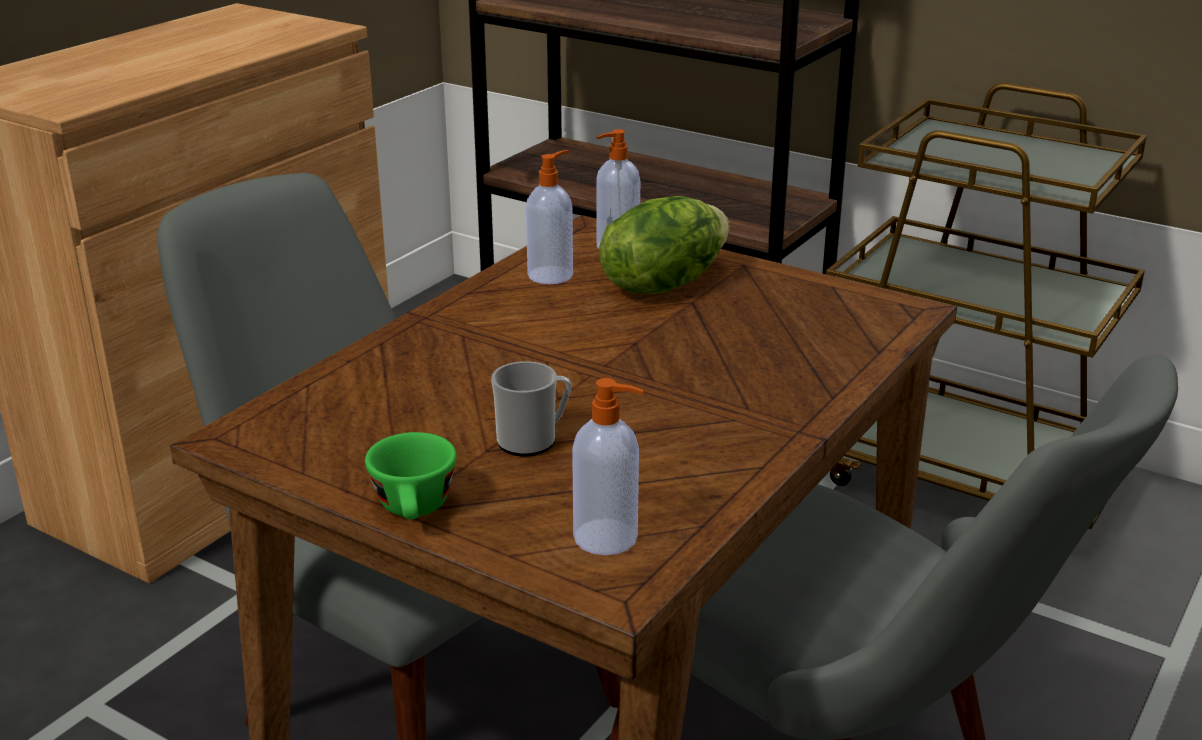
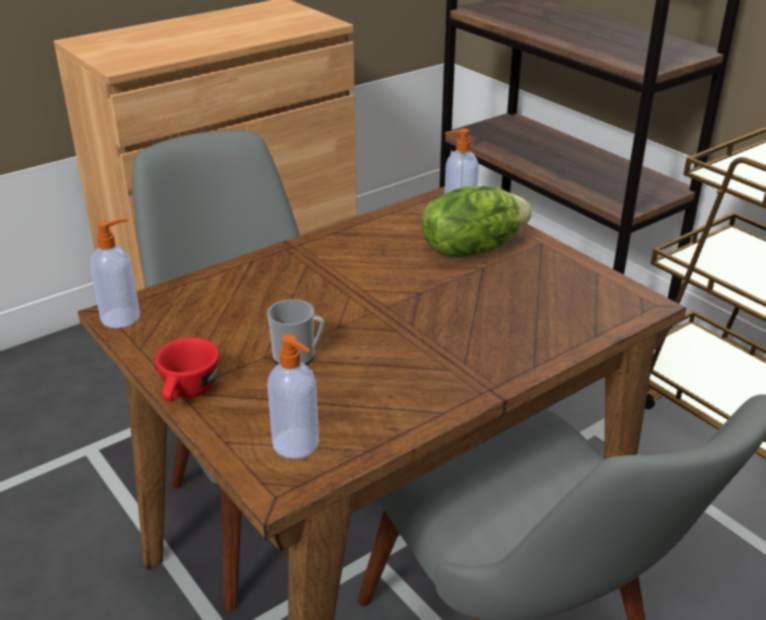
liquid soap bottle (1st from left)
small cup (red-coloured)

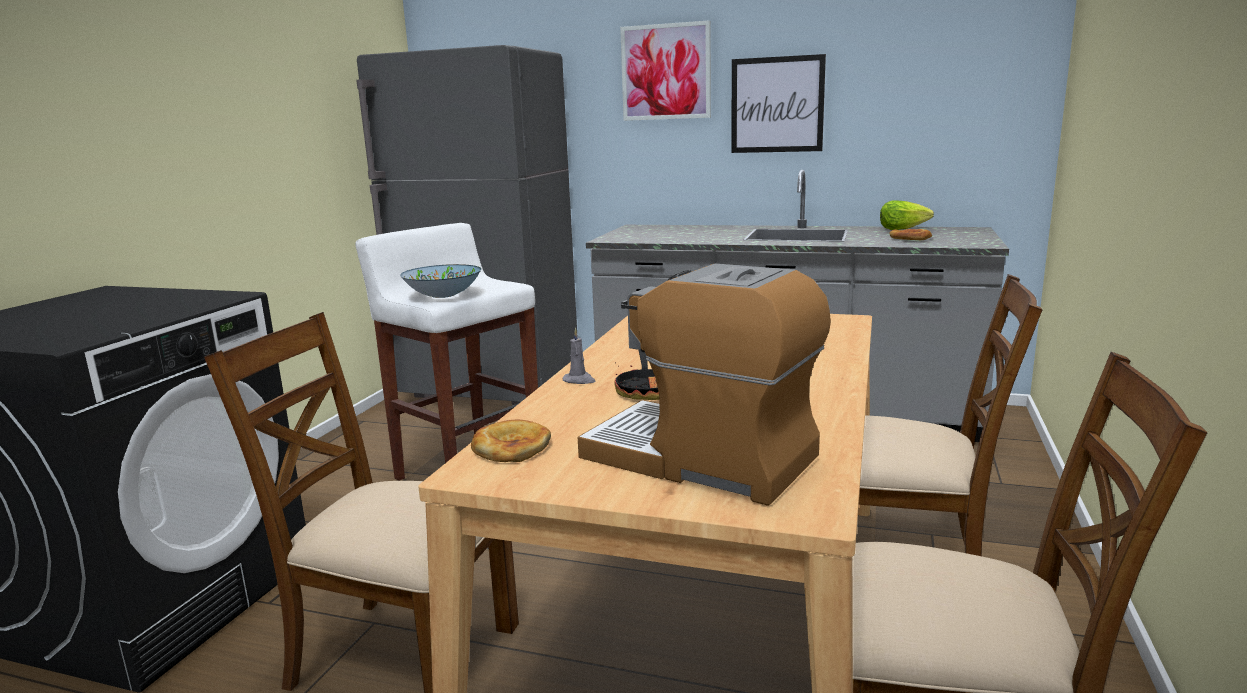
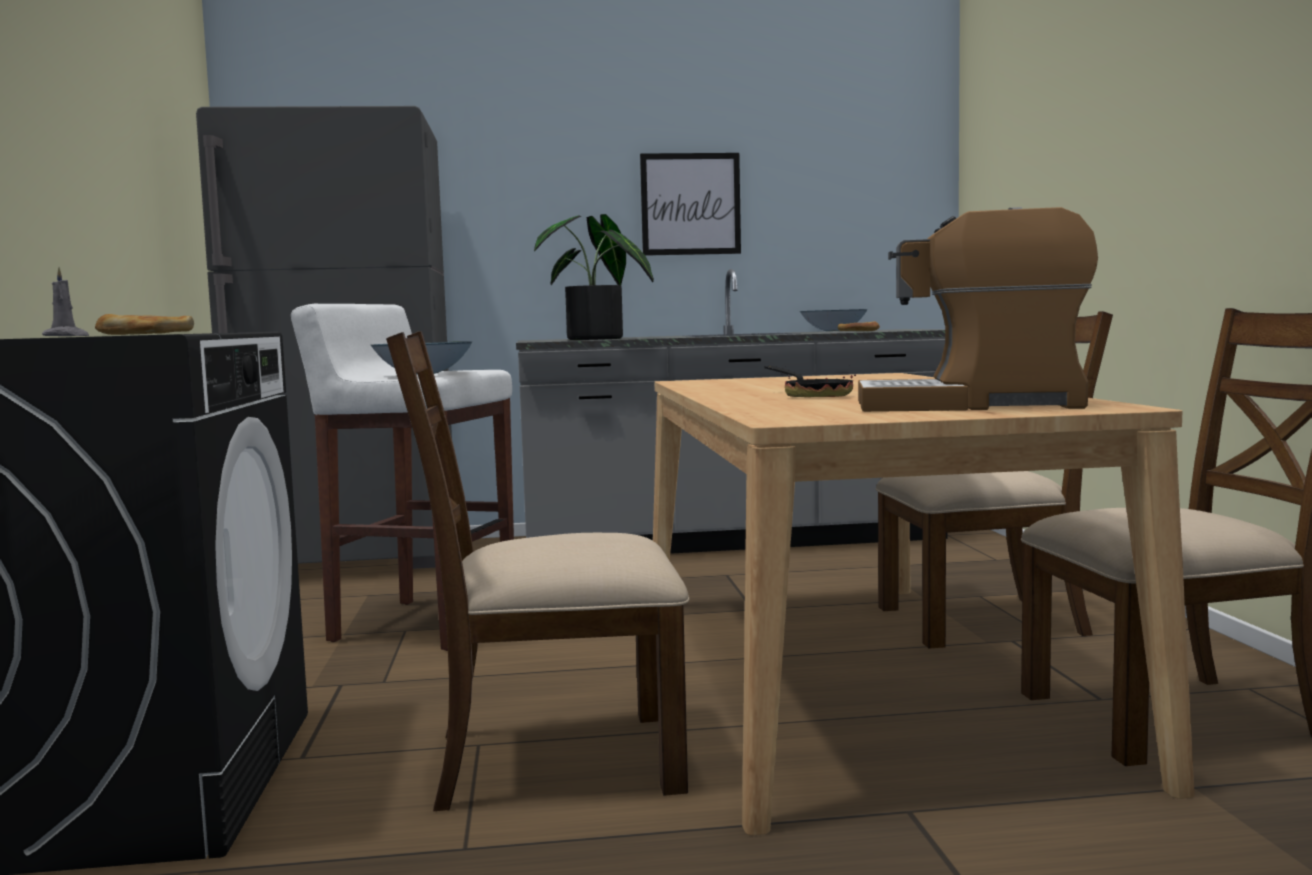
picture (1st from left in the first image)
houseplant
baked bread (1st from left)
wax candle (greyish)
serving bowl (2nd from left)

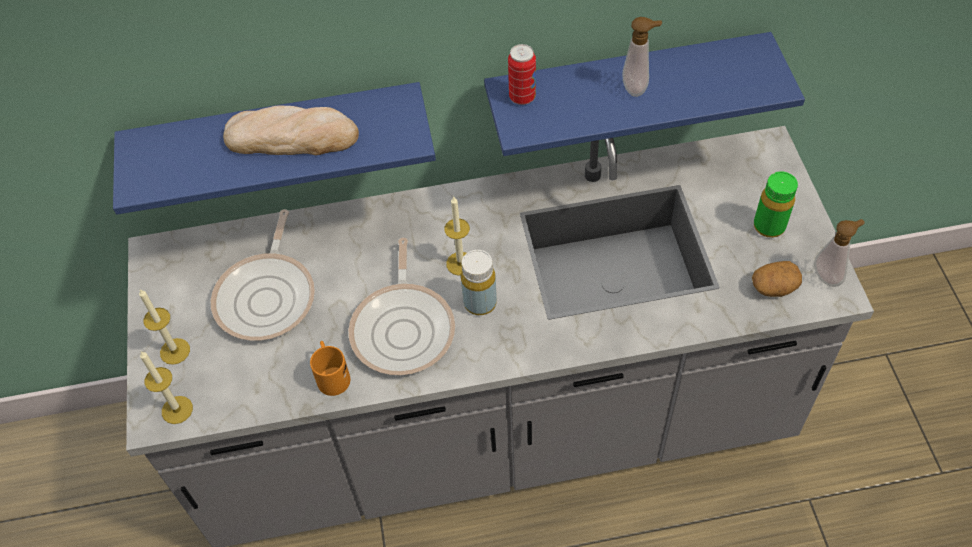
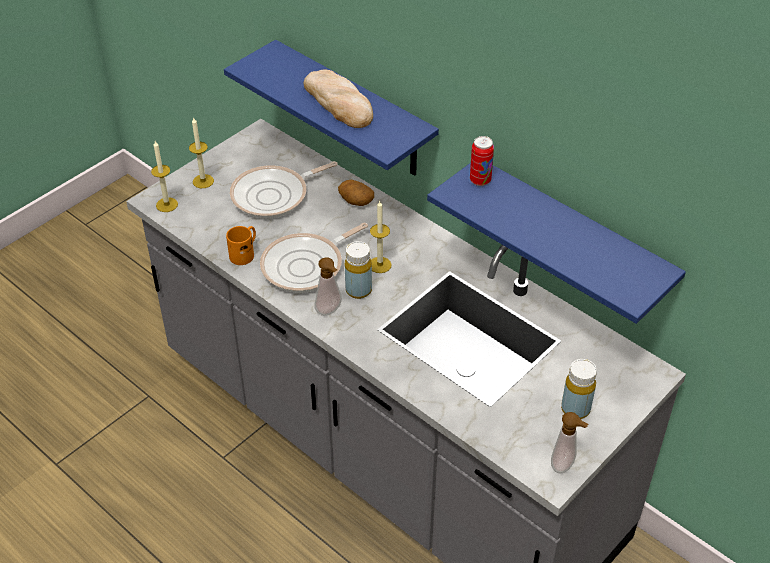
liquid soap bottle (1st from left)
whole potato
bottle (yellow-coloured) (2nd from left)

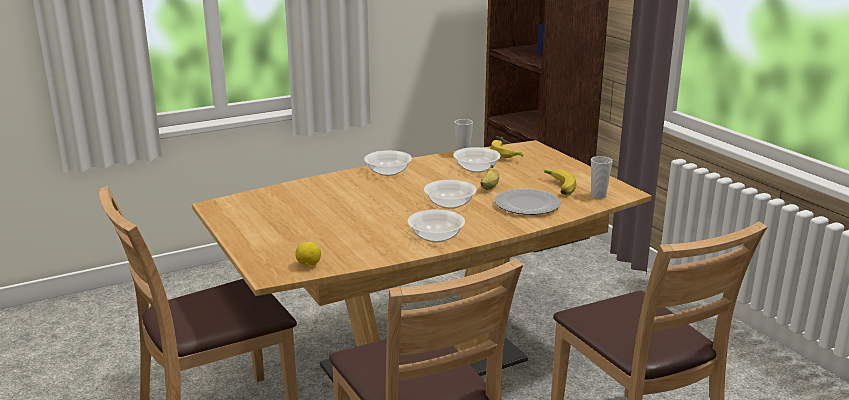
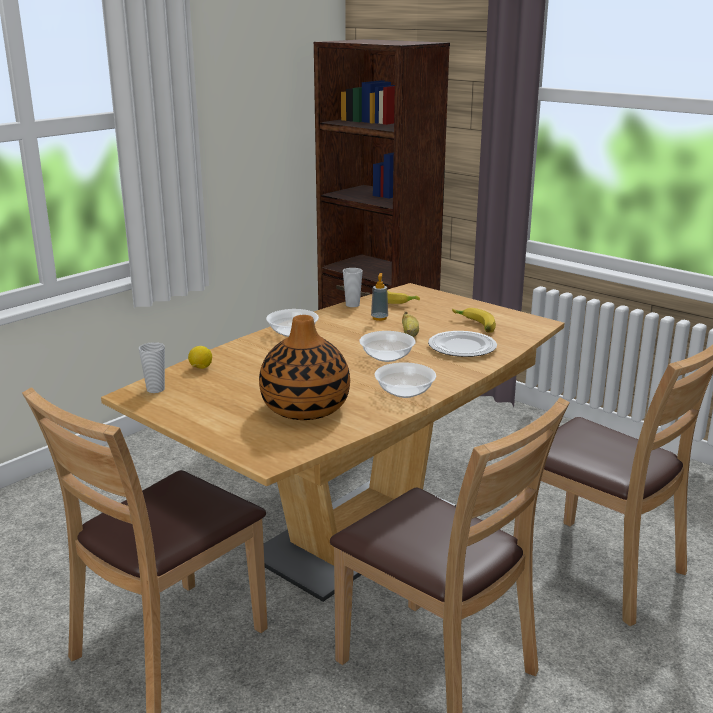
vase
whole lemon
small cup (1st from left)
liquid soap bottle

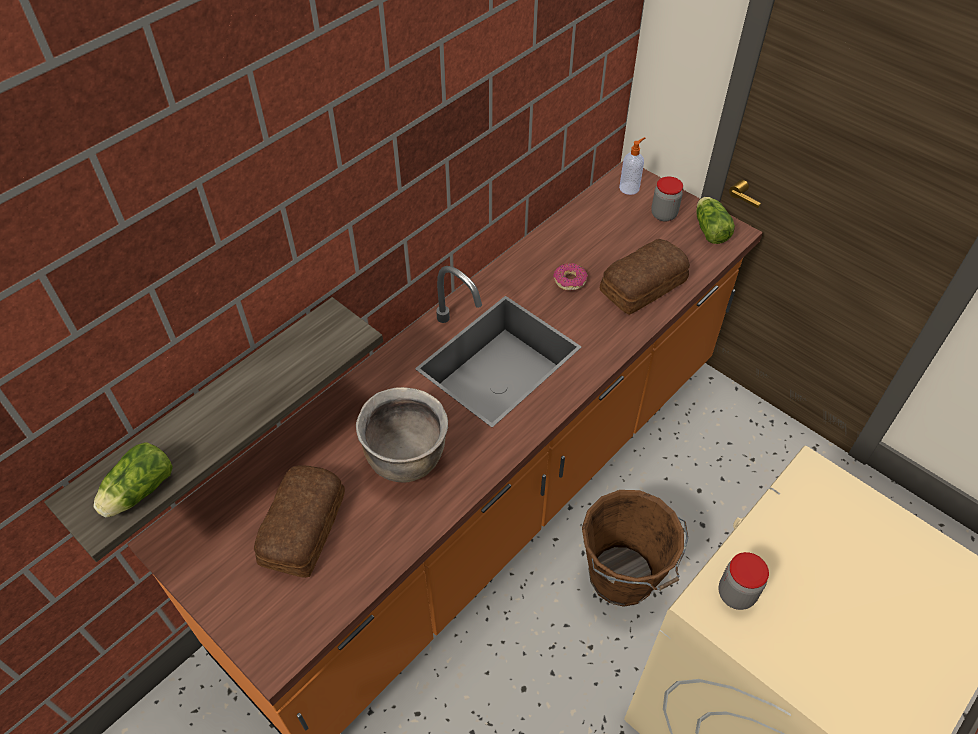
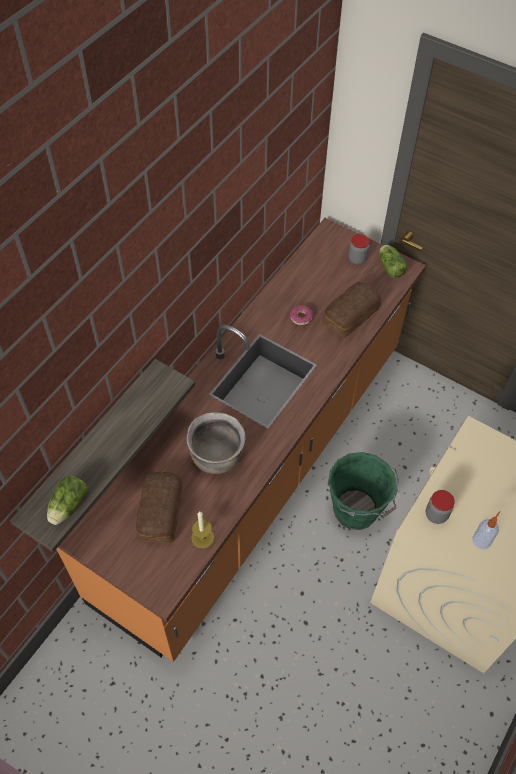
wax candle
liquid soap bottle
bucket (green)

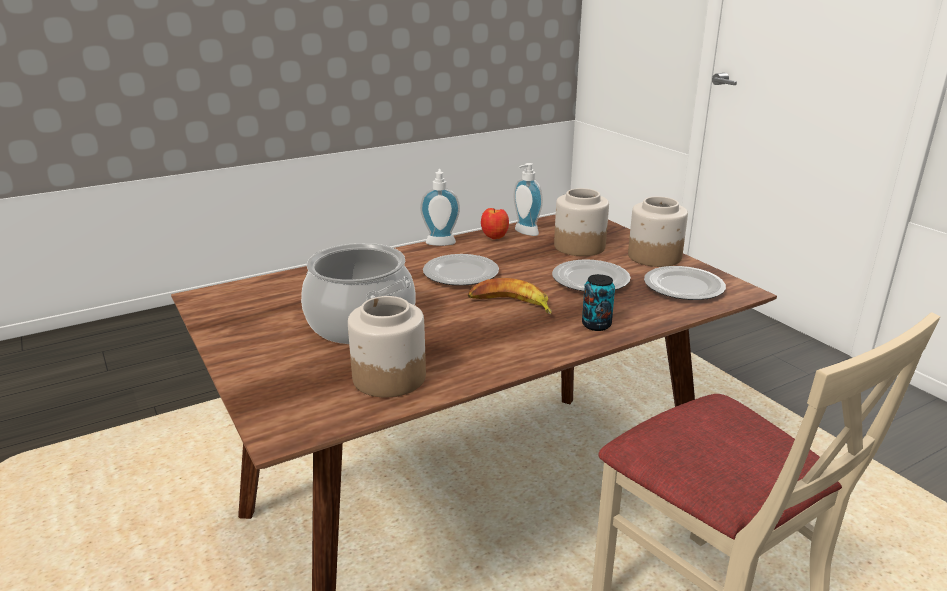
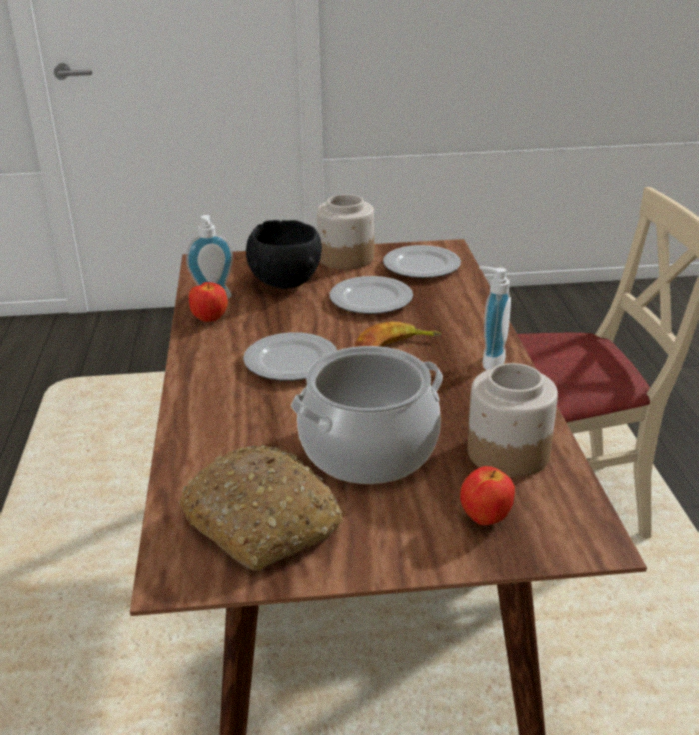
sealed can
baked bread
whole apple (2nd from left)
liquid soap bottle (2nd from left)
serving bowl (blackish)

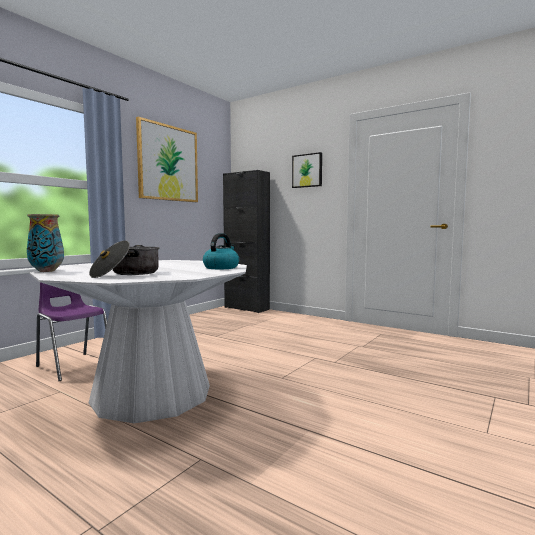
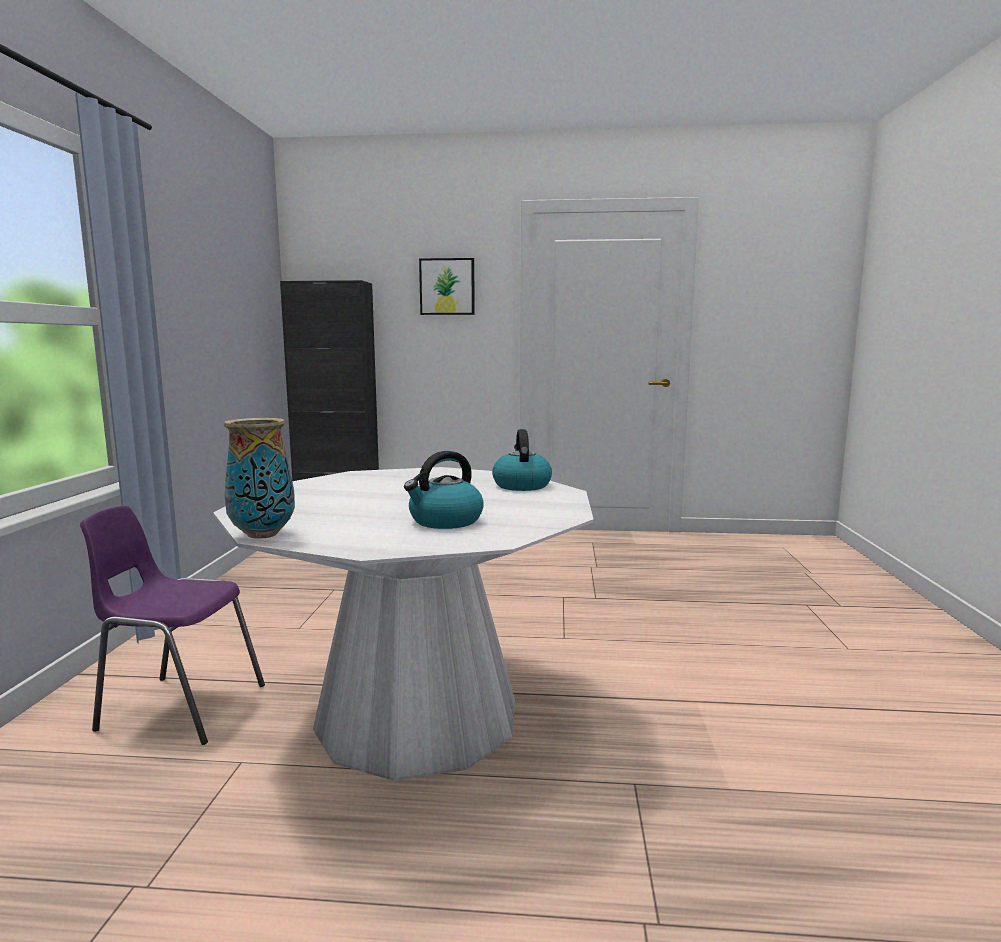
picture (1st from left in the first image)
water kettle (1st from left)

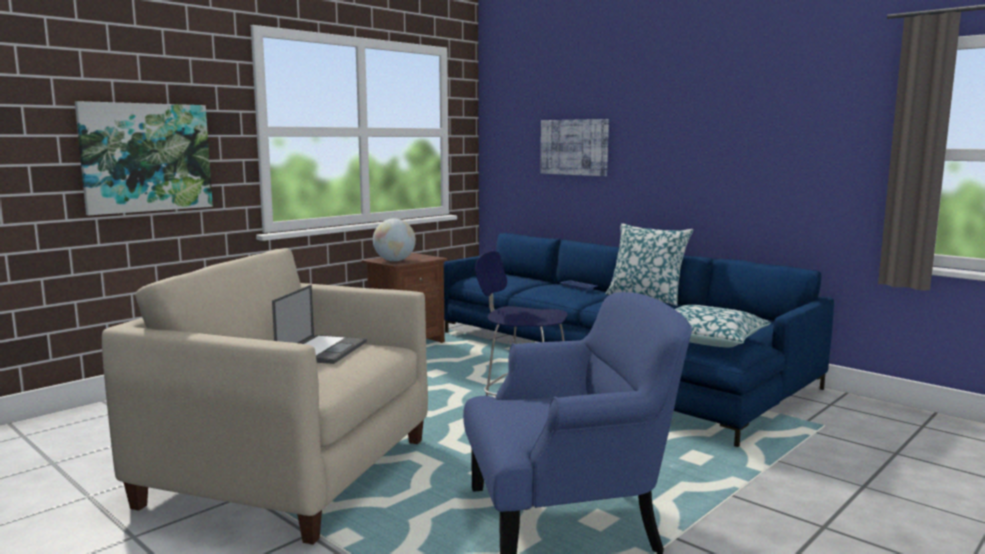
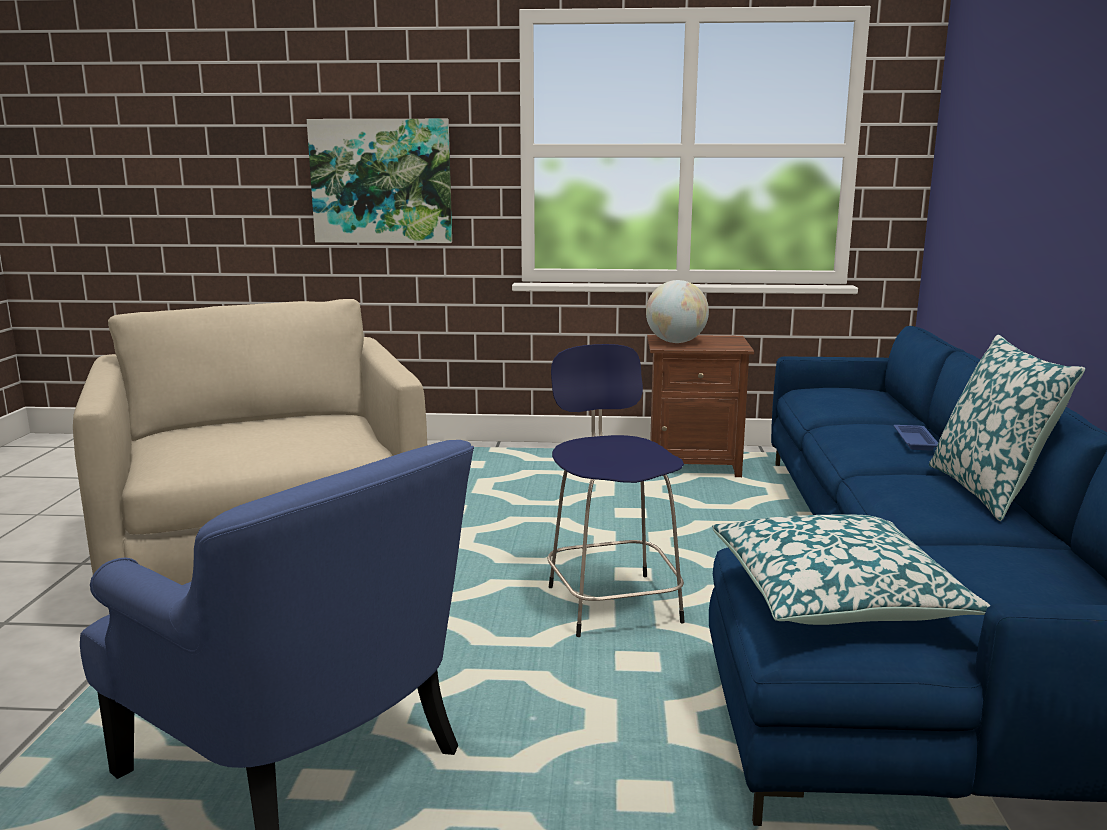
portable computer
picture (2nd from left in the first image)

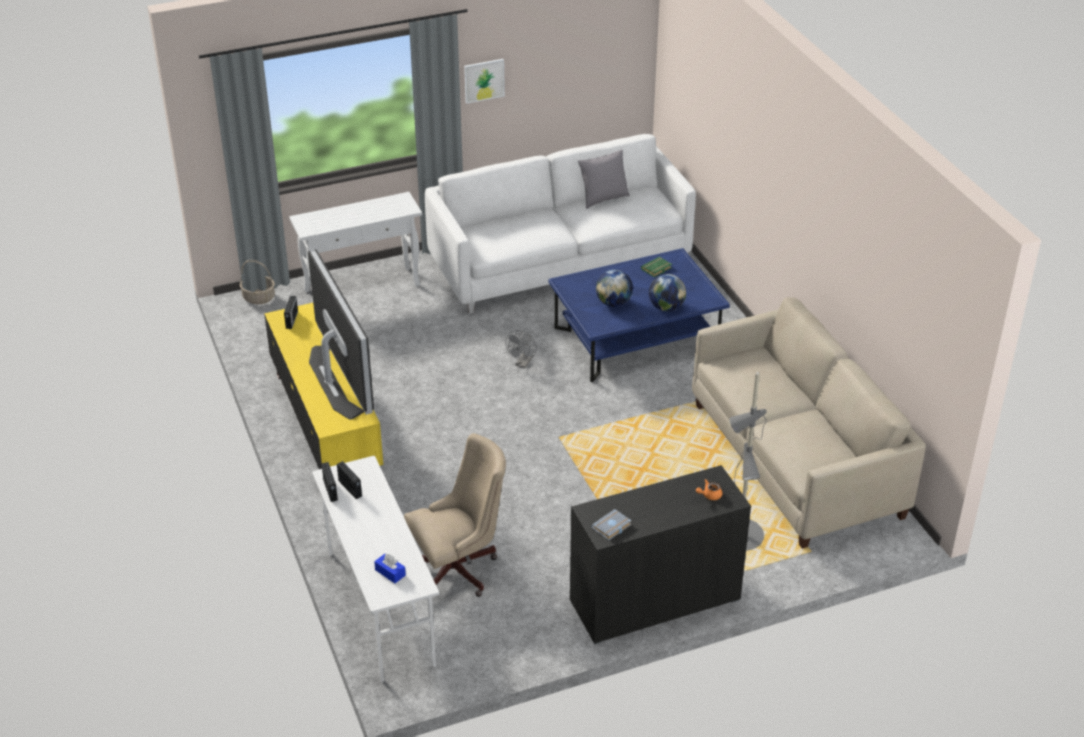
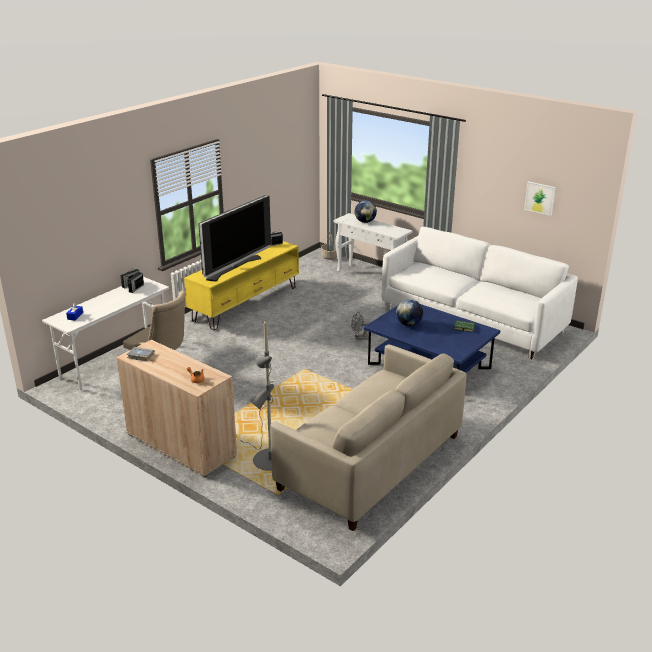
throw pillow (greyish)
picture
globe (1st from left)
cabinet (sand-coloured)

